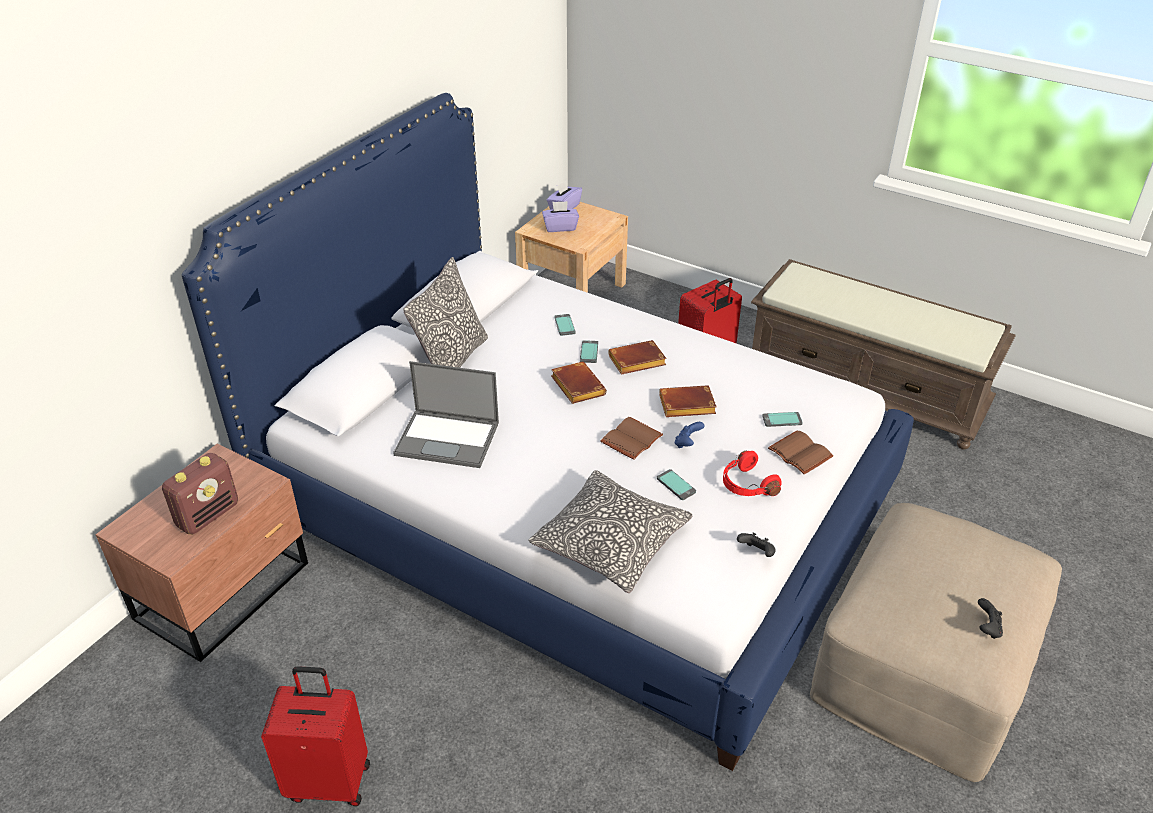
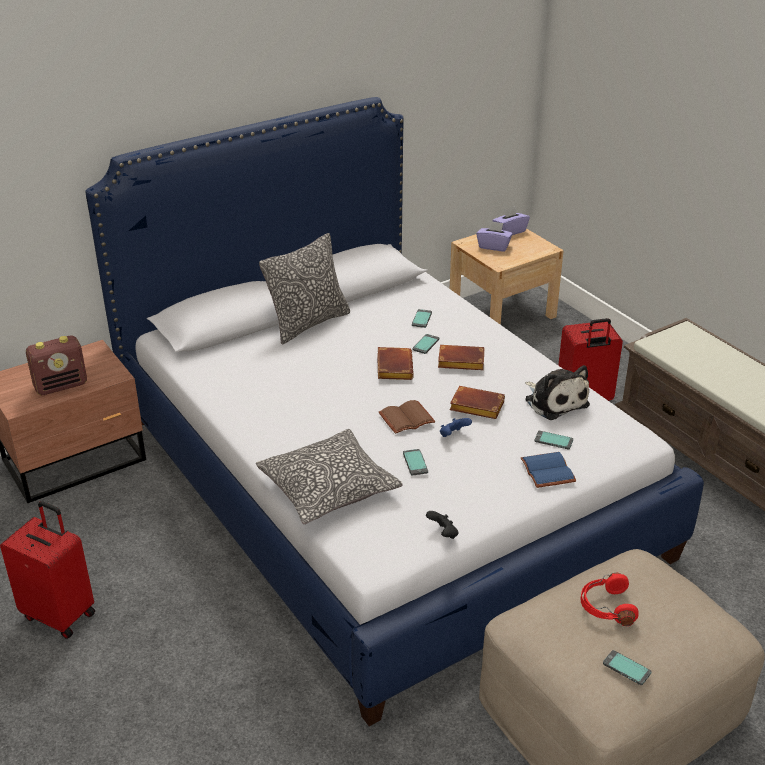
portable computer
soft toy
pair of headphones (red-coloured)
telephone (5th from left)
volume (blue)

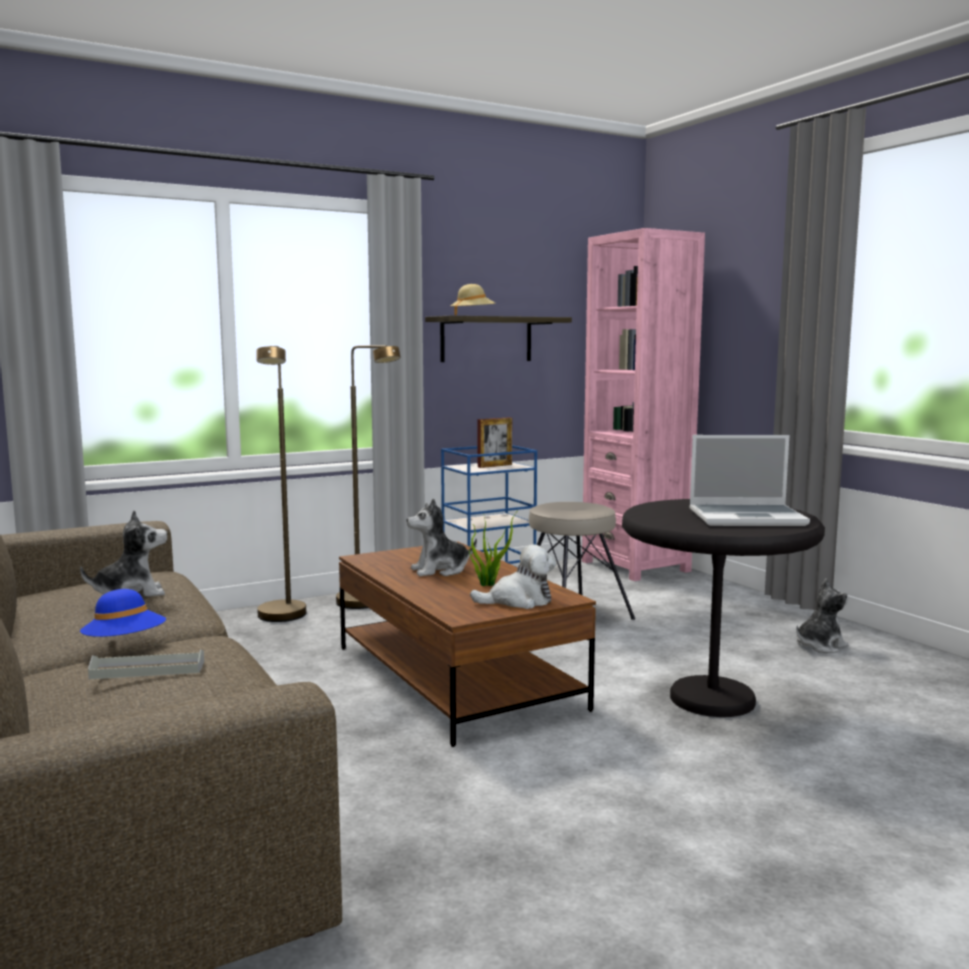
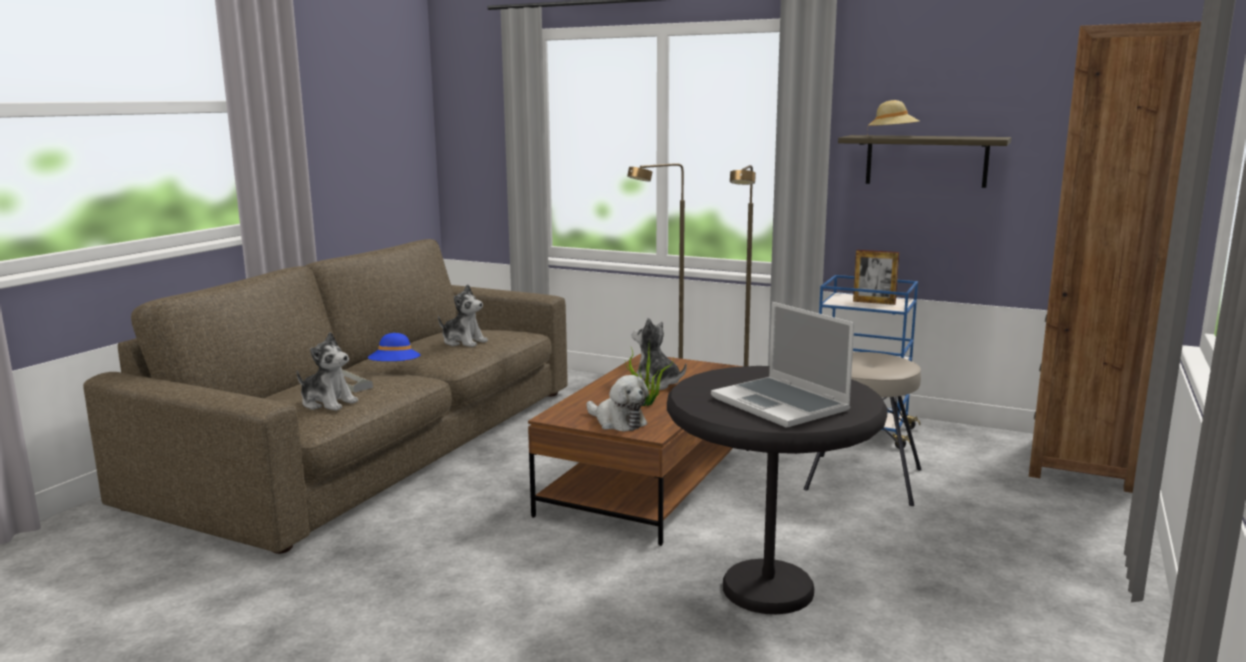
soft toy (1st from left)
bookcase (brown)

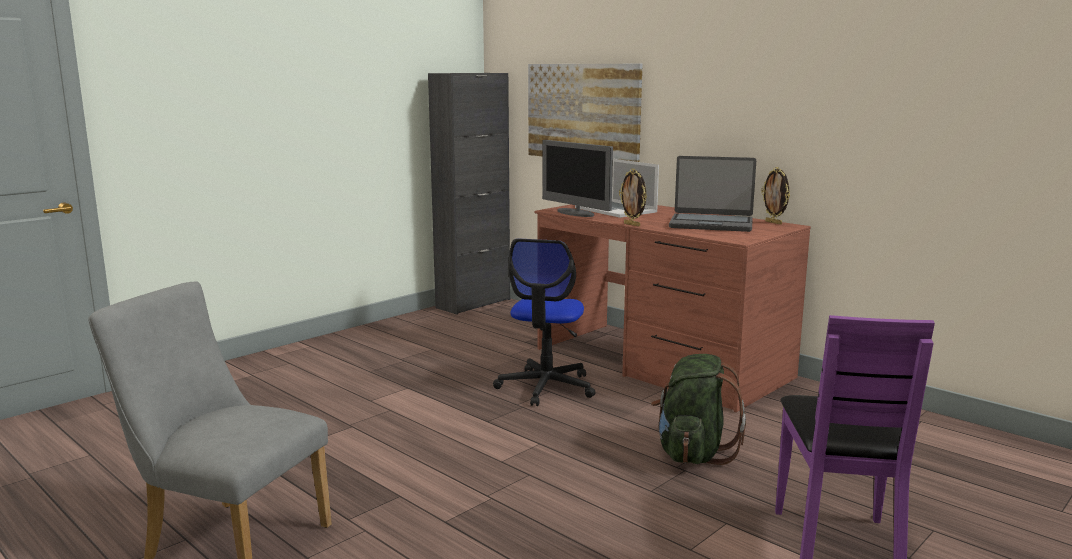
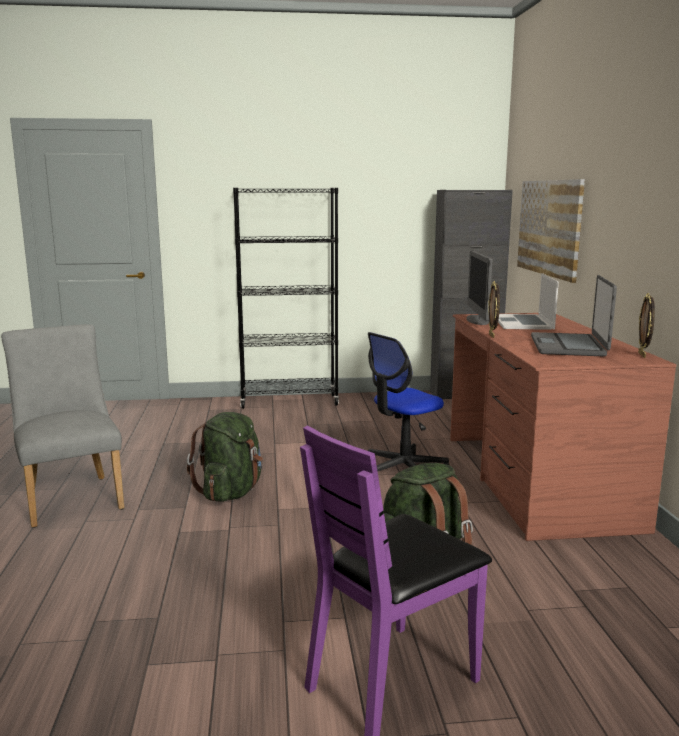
backpack (green) (1st from left)
bookcase (blackish)
portable computer (2nd from left)

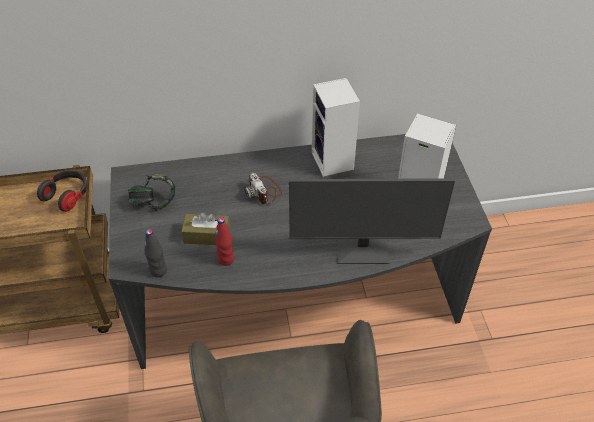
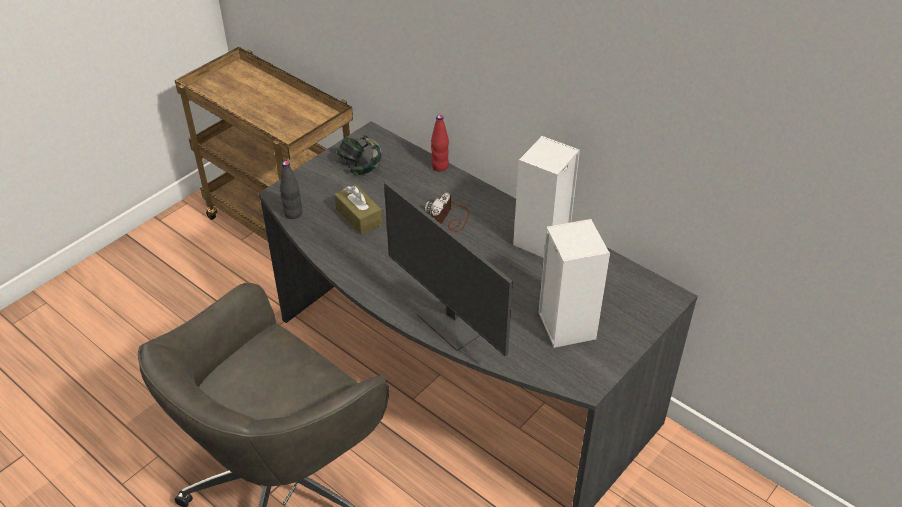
pair of headphones (1st from left in the first image)
bottle (red-coloured)

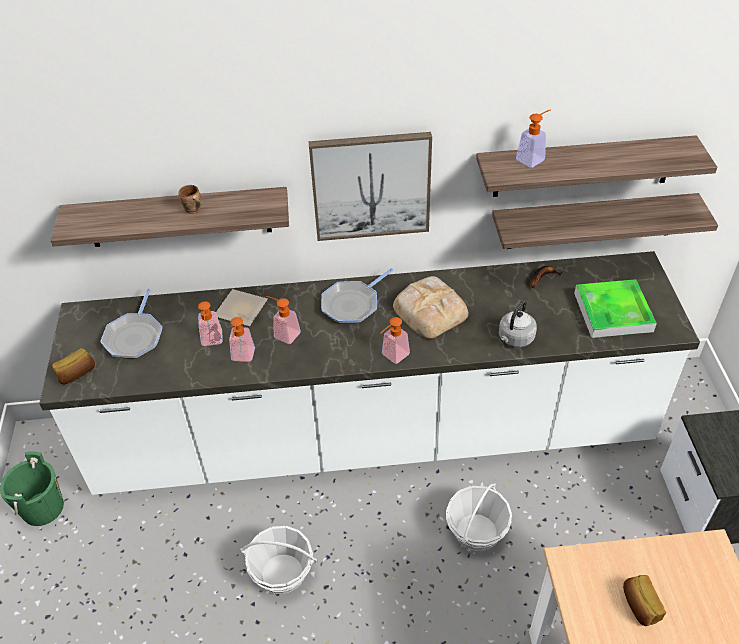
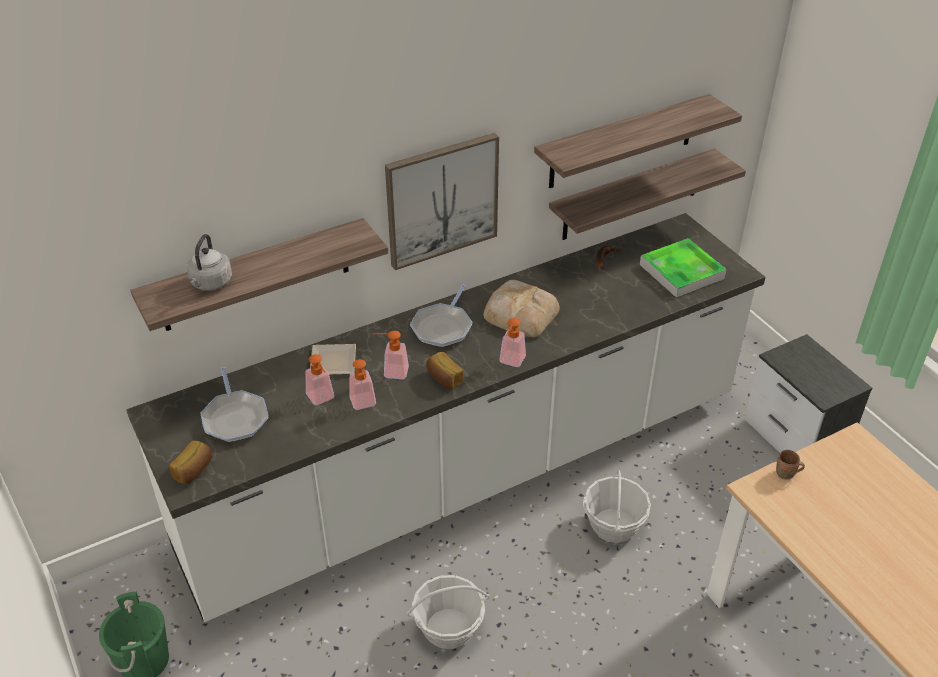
liquid soap bottle (5th from left in the first image)
tea mug (brown)
water kettle (greyish)
baked bread (2nd from left)

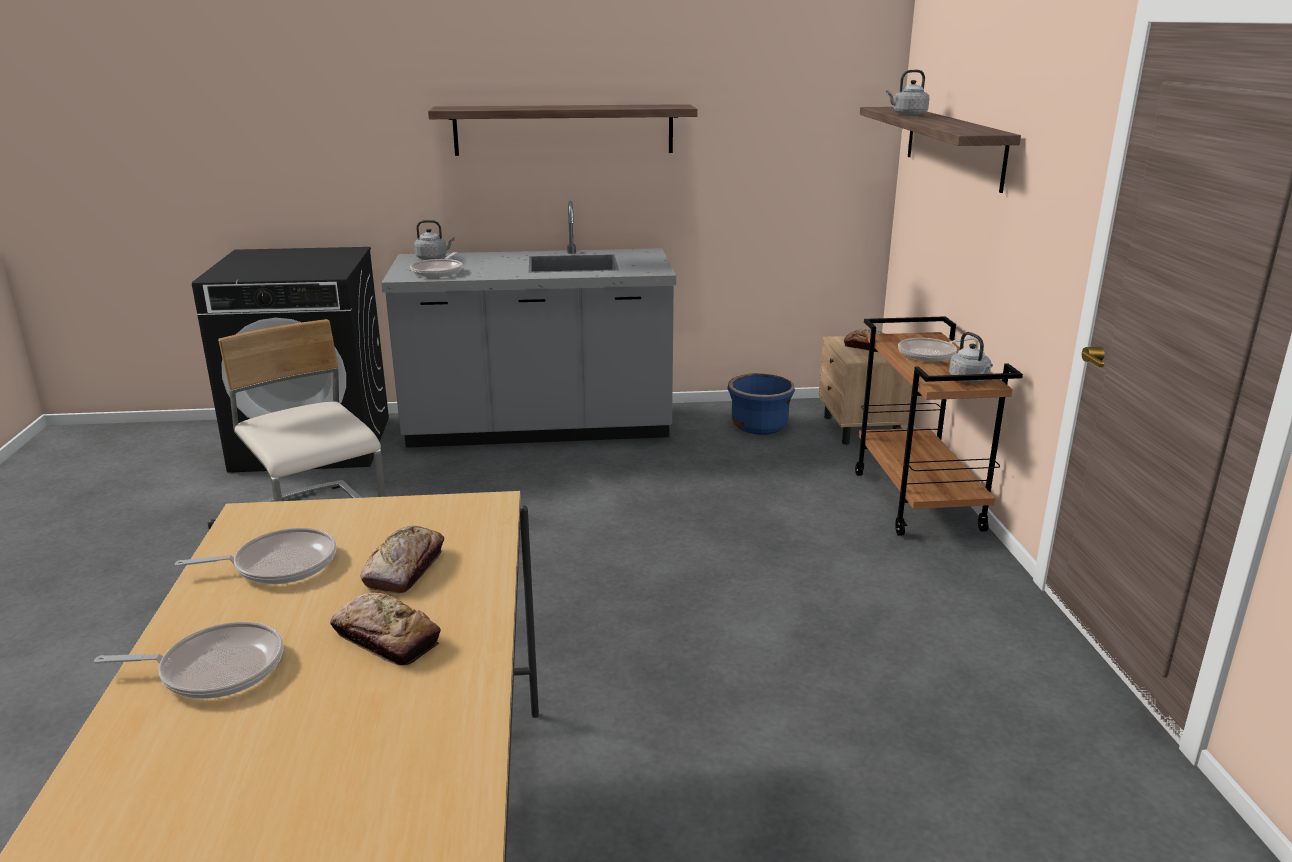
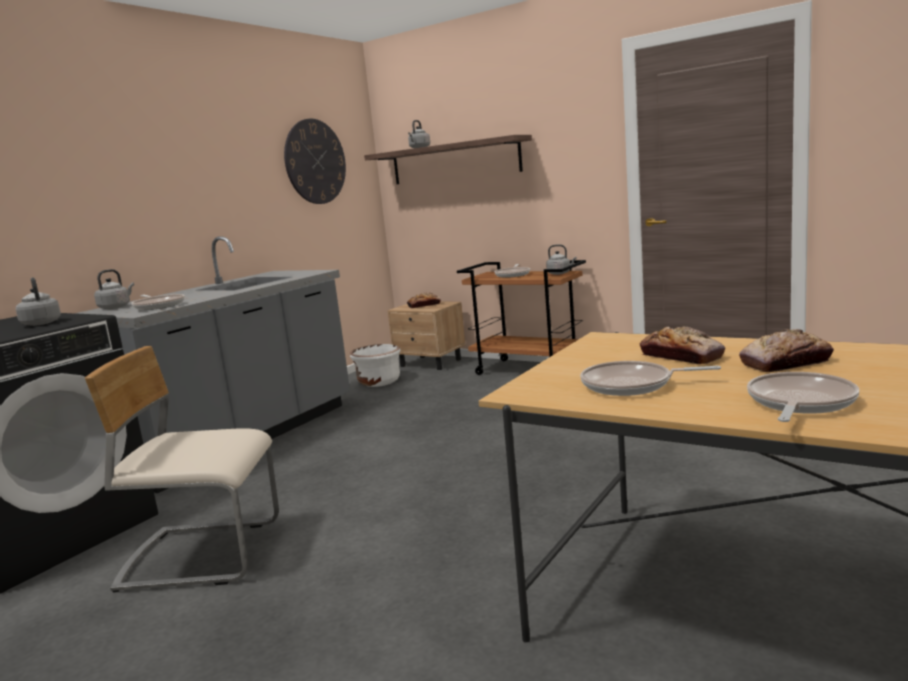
wall shelf (1st from left in the first image)
water kettle (greyish) (1st from left)
hanging clock
planter (white)
skillet (3rd from left)

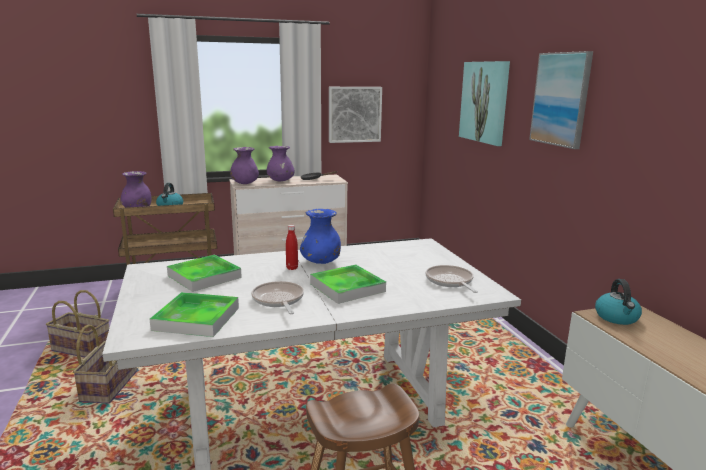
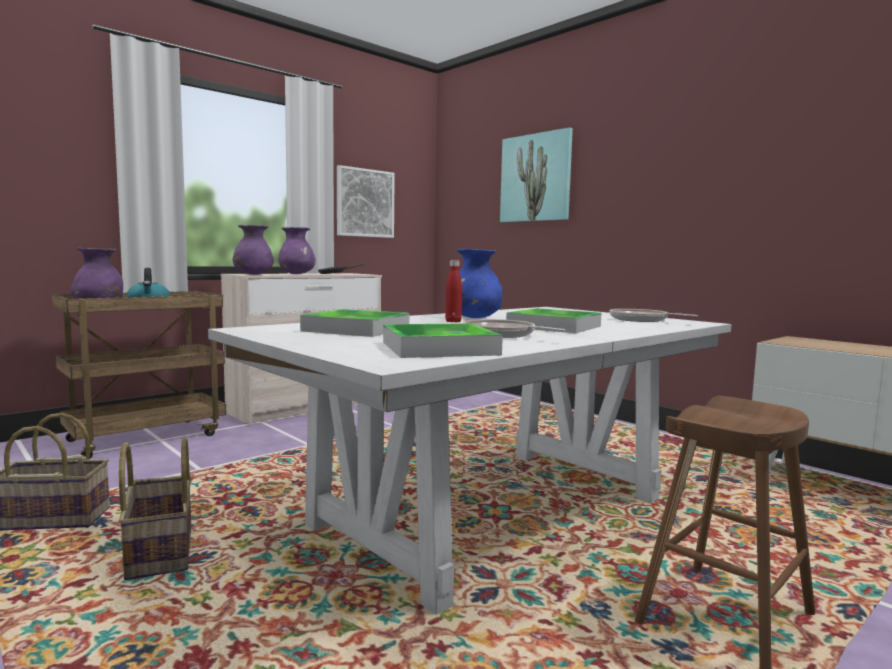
picture (3rd from left in the first image)
water kettle (2nd from left in the first image)

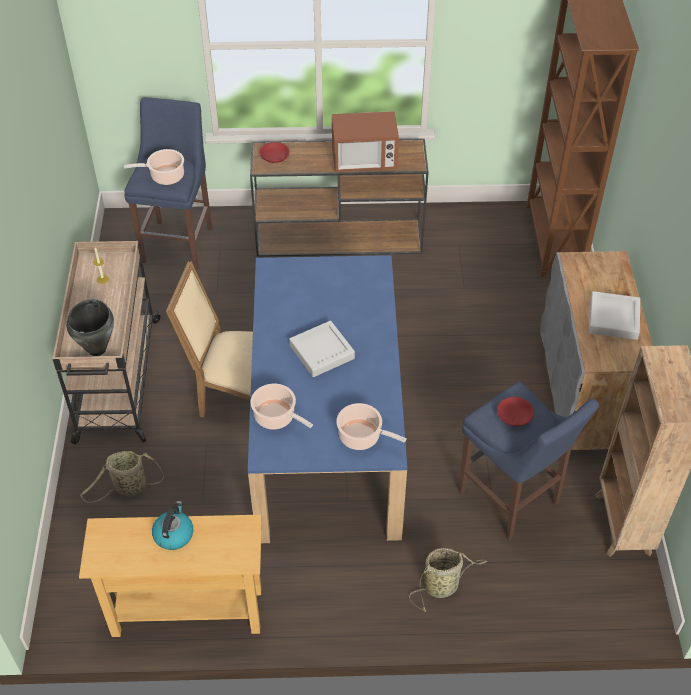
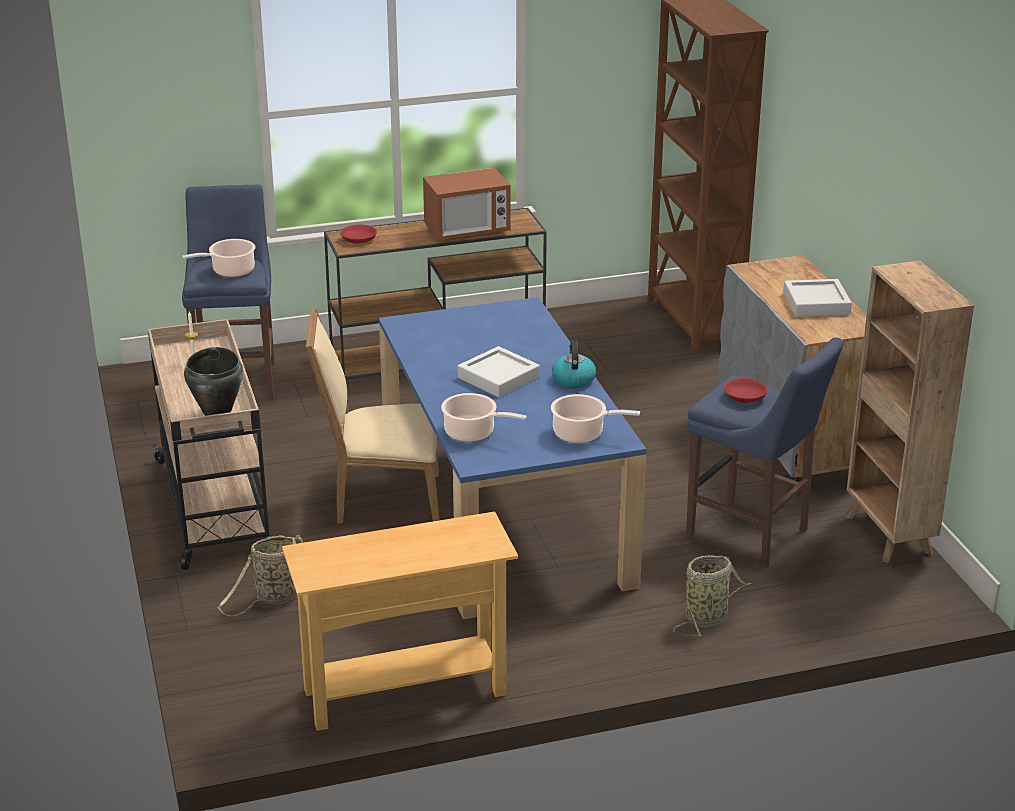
water kettle

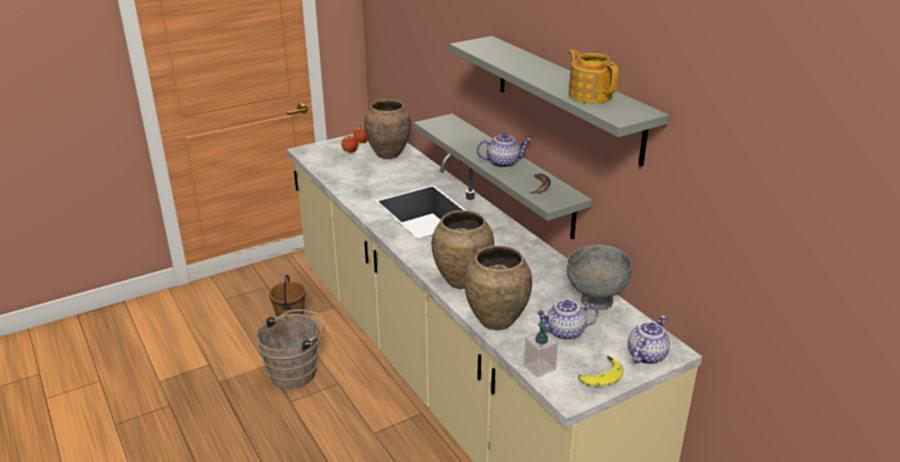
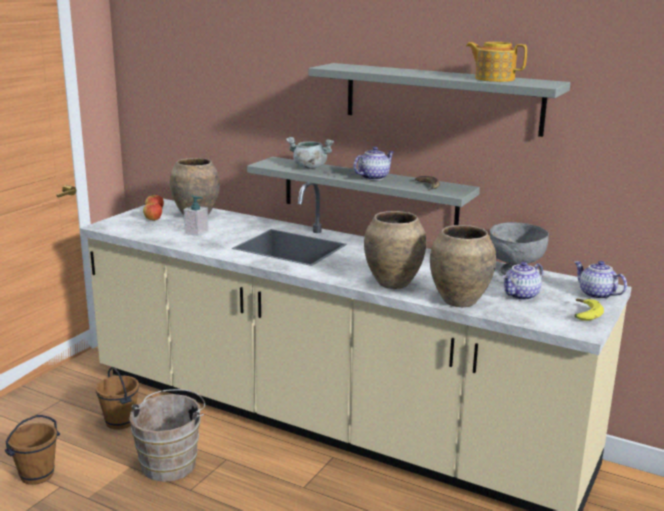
bucket (brown) (1st from left)
cooking pot (greyish)
liquid soap bottle
teapot (4th from left)

